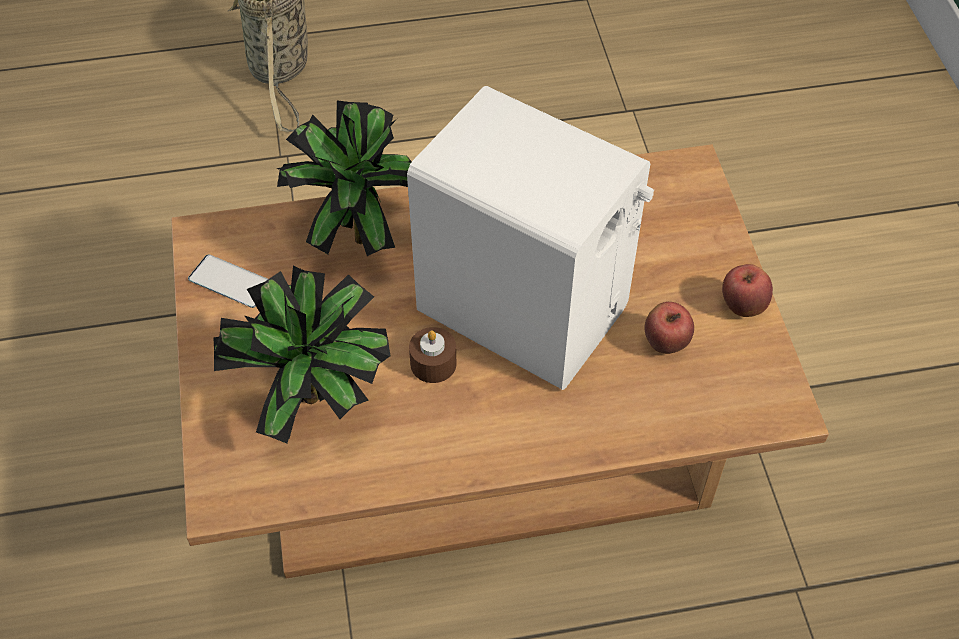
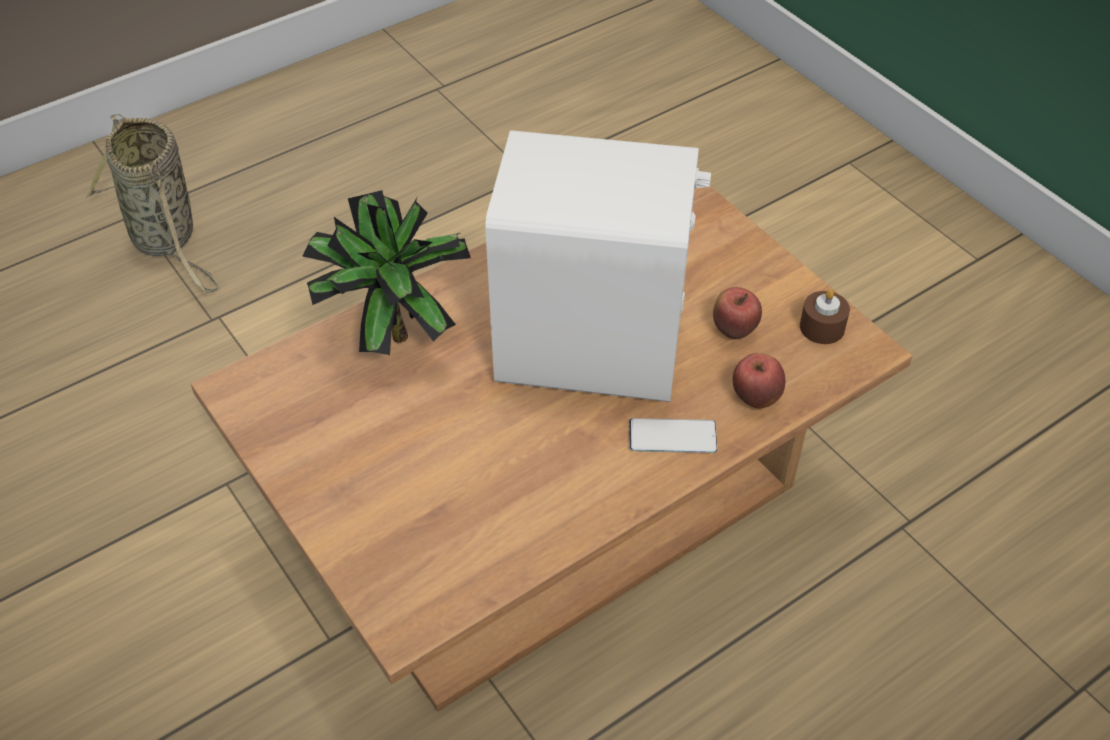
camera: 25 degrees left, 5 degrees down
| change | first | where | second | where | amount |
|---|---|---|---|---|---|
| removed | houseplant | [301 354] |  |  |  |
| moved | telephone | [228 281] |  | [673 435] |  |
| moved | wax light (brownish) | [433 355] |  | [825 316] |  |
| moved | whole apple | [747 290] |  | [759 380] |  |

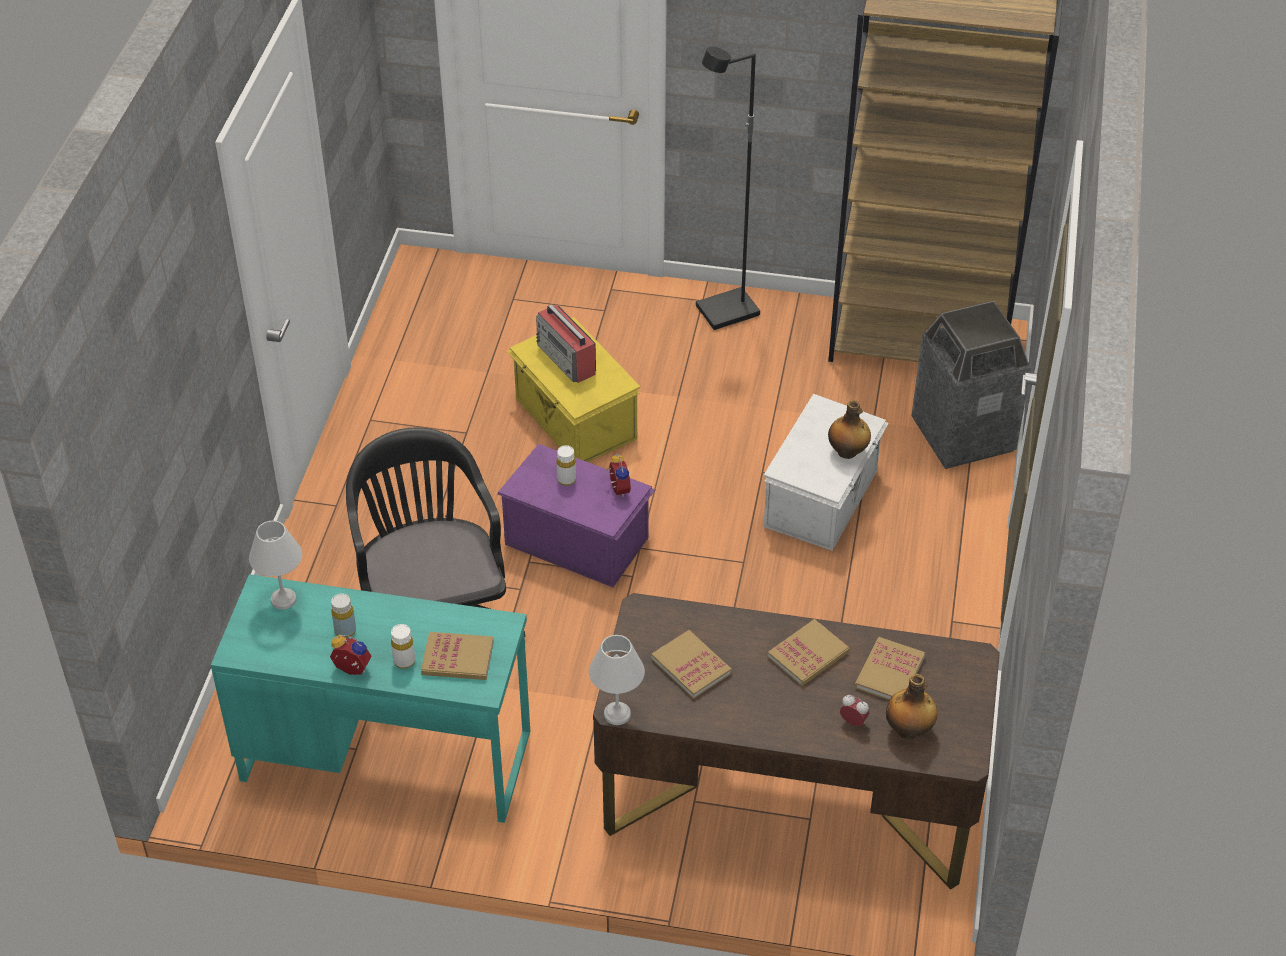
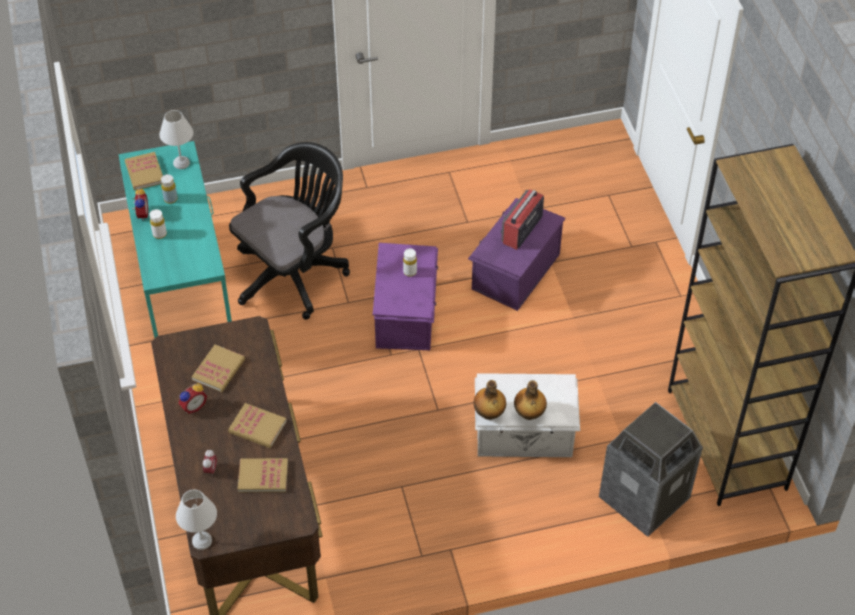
camera: 65 degrees right, 5 degrees up
| change | first | where | second | where | amount |
|---|---|---|---|---|---|
| removed | floor lamp (blackish) | [728 188] |  |  |  |
| moved | book | [457 656] |  | [143 171] |  |
| moved | table lamp (white) | [617 680] |  | [196 520] |  |
| moved | table clock | [618 475] |  | [192 398] |  |
| moved | drink bottle | [911 706] |  | [490 400] |  |
| recoloured | storage container (yellowish) | [573 389] | storage container (purple-coloured) | [517 254] |  |

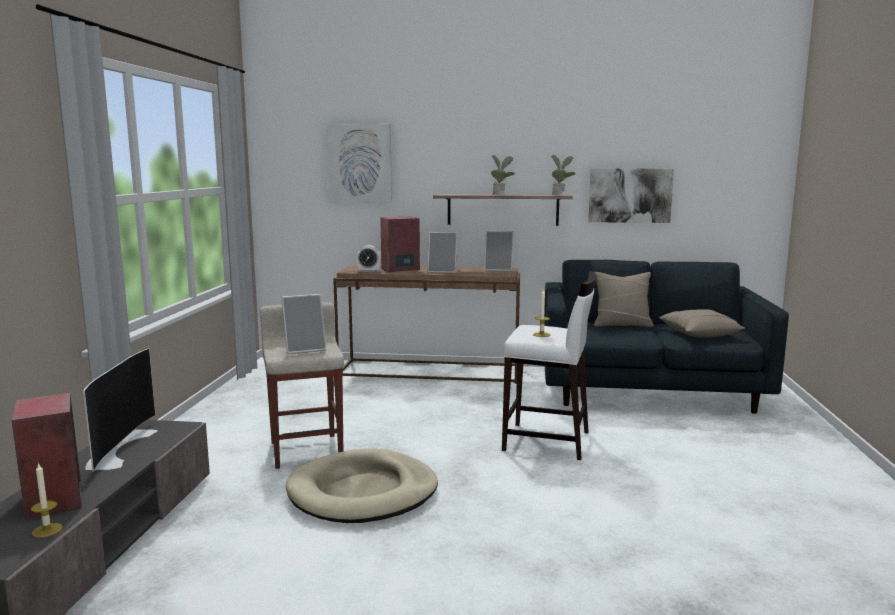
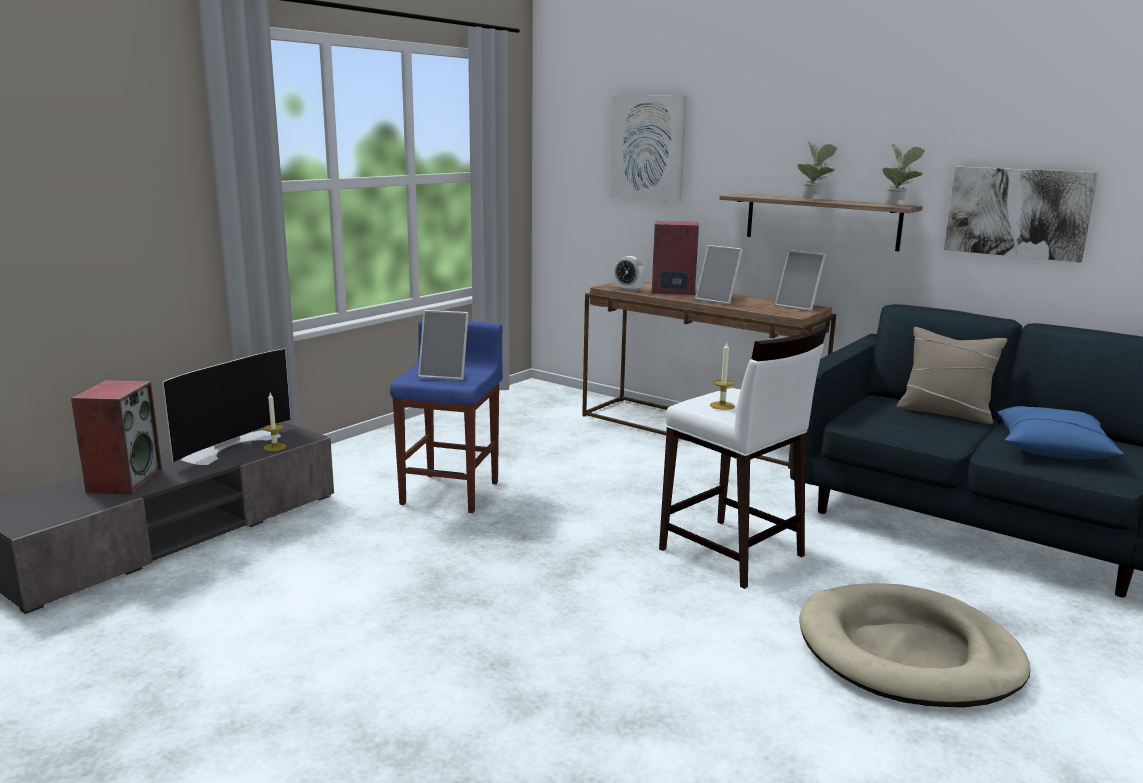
camera: 30 degrees right, 5 degrees up
| change | first | where | second | where | amount |
|---|---|---|---|---|---|
| moved | wax light | [47 500] |  | [275 422] |  |
| moved | dog cushion (beige-coloured) | [362 486] |  | [914 645] |  |
| recoloured | sitting stool (beige-coloured) | [302 385] | sitting stool (blue) | [446 416] |  |
| recoloured | cushion (beige-coloured) | [702 323] | cushion (blue) | [1060 432] |  |

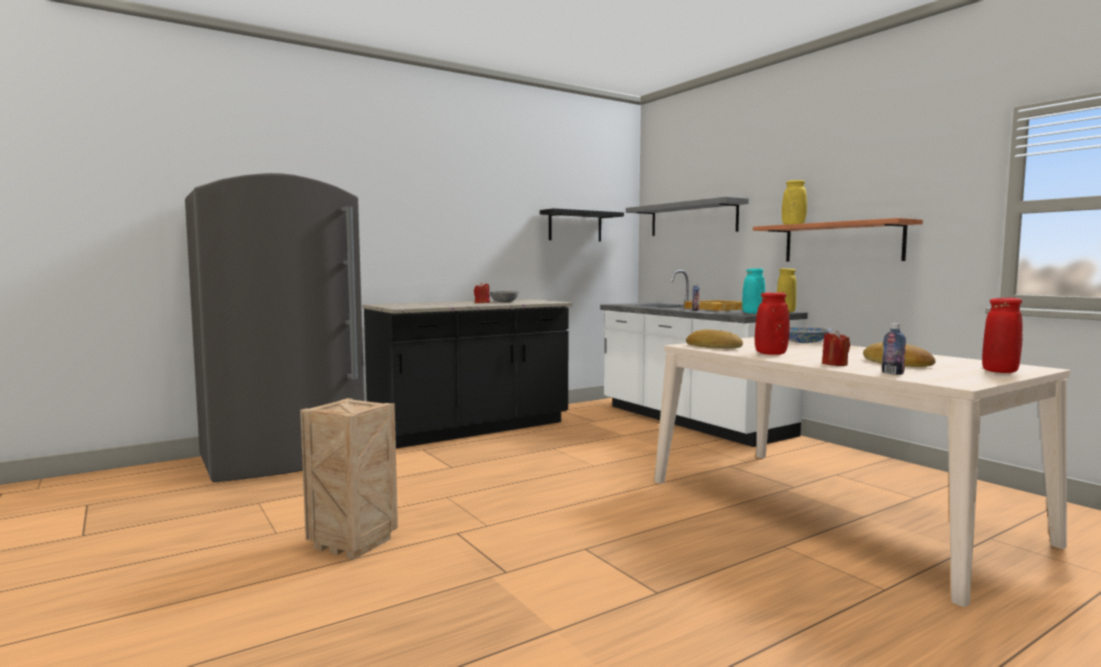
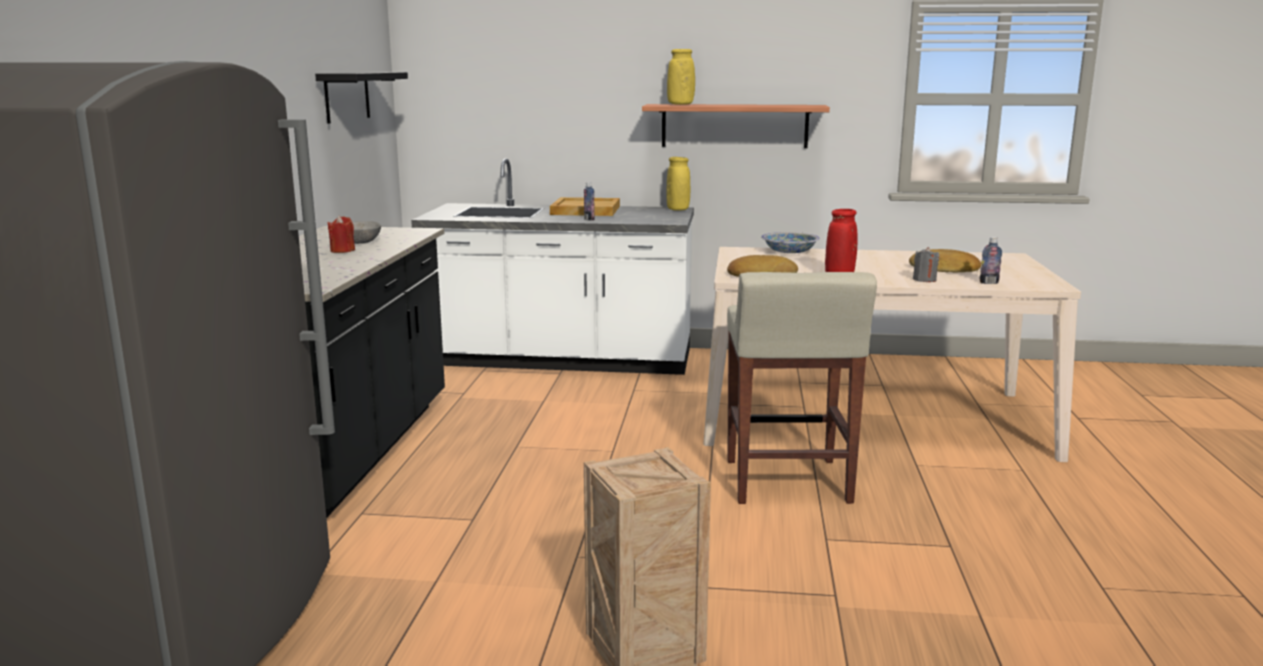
camera: 50 degrees left, 10 degrees up
| change | first | where | second | where | amount |
|---|---|---|---|---|---|
| removed | shelf (grey) | [687 216] |  |  |  |
| removed | flower vase (turquoise) | [753 291] |  |  |  |
| removed | flower vase (red-coloured) | [1002 335] |  |  |  |
| added |  |  | sitting stool (beige-coloured) | [802 388] |  |
| recoloured | wax light (red-coloured) | [836 348] | wax light (grey) | [926 264] |  |

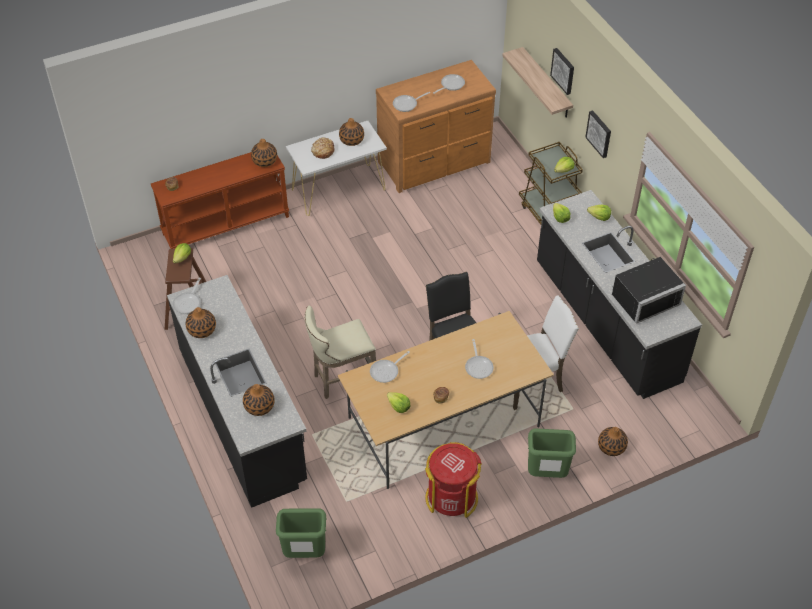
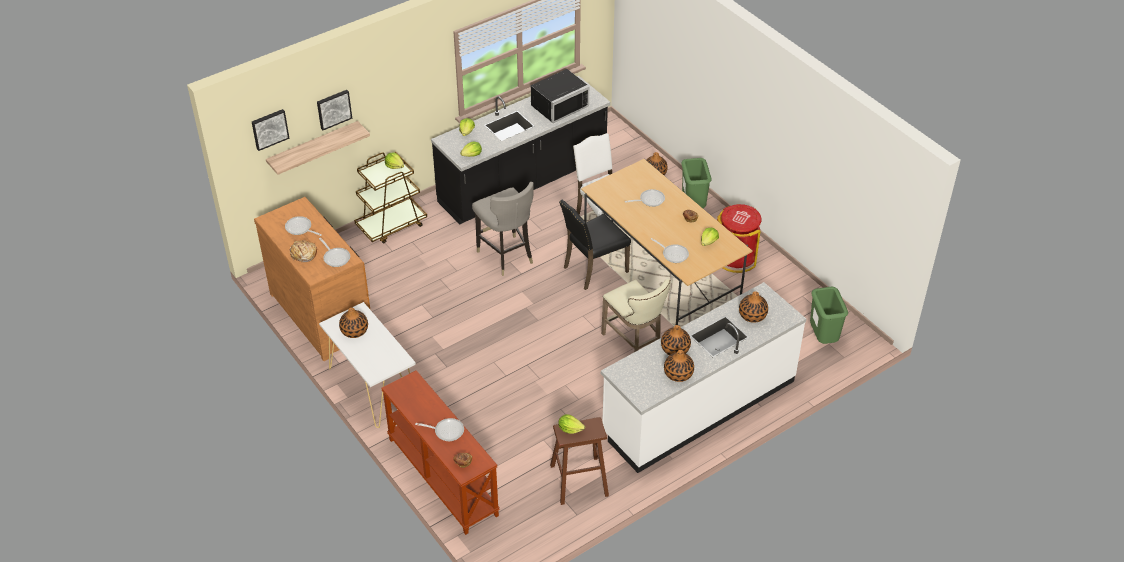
camera: 100 degrees left, 5 degrees down
| change | first | where | second | where | amount |
|---|---|---|---|---|---|
| added |  |  | sitting stool (grey) | [503 229] |  |
| moved | frying pan | [187 296] |  | [439 429] |  |
| moved | flower vase | [264 153] |  | [676 340] |  |
| moved | baked bread | [323 148] |  | [303 251] |  |
| moved | wall picture | [598 134] |  | [271 130] |  |
| recoloured | counter (blackish) | [237 391] | counter (white) | [703 377] |  |
| turned | microwave (blackish) | [649 290] |  | [560 96] | 90 degrees clockwise |

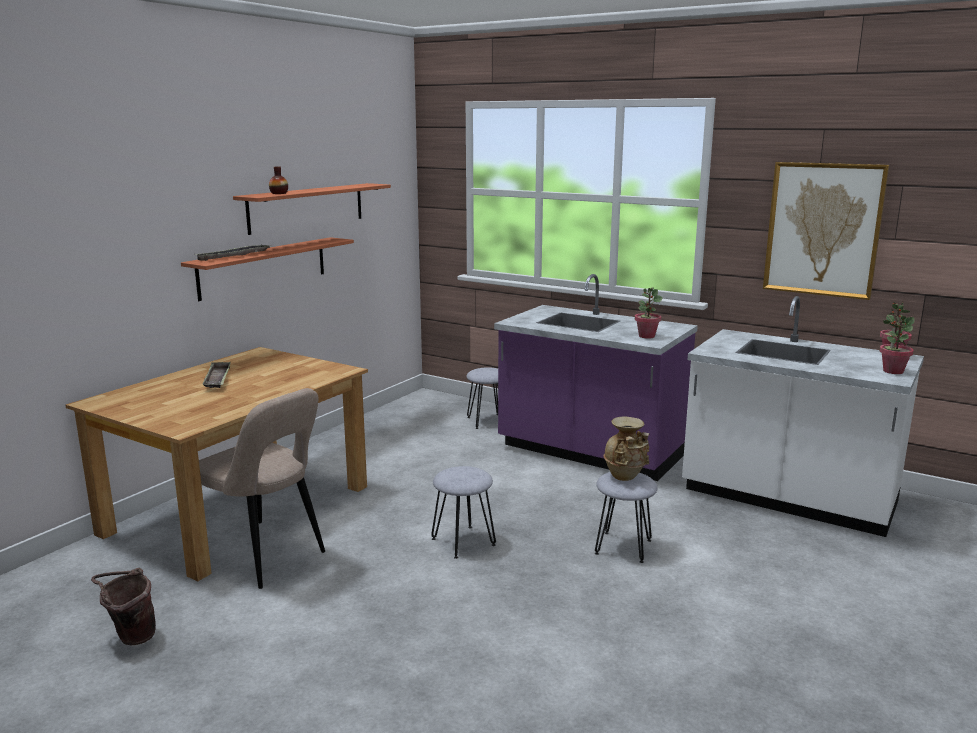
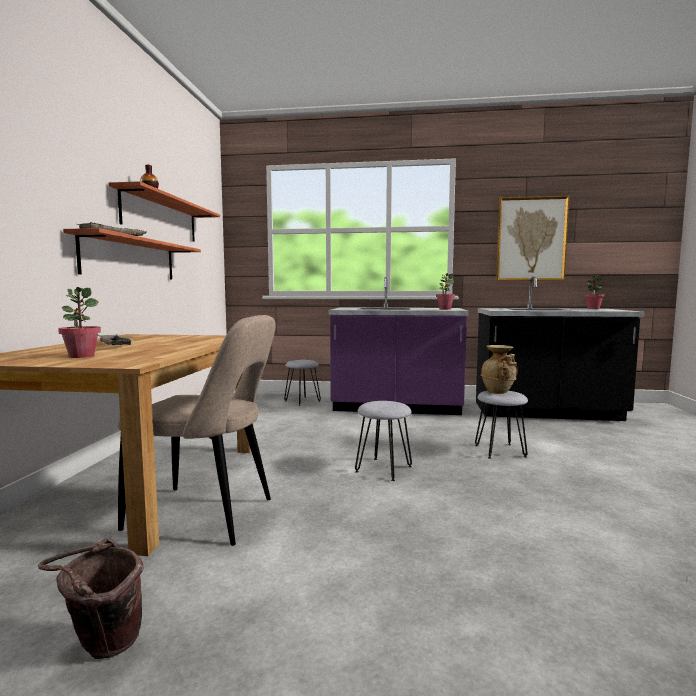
camera: 25 degrees left, 10 degrees down
| change | first | where | second | where | amount |
|---|---|---|---|---|---|
| moved | houseplant | [897 344] |  | [79 322] |  |
| recoloured | counter (white) | [803 416] | counter (blackish) | [560 348] |  |

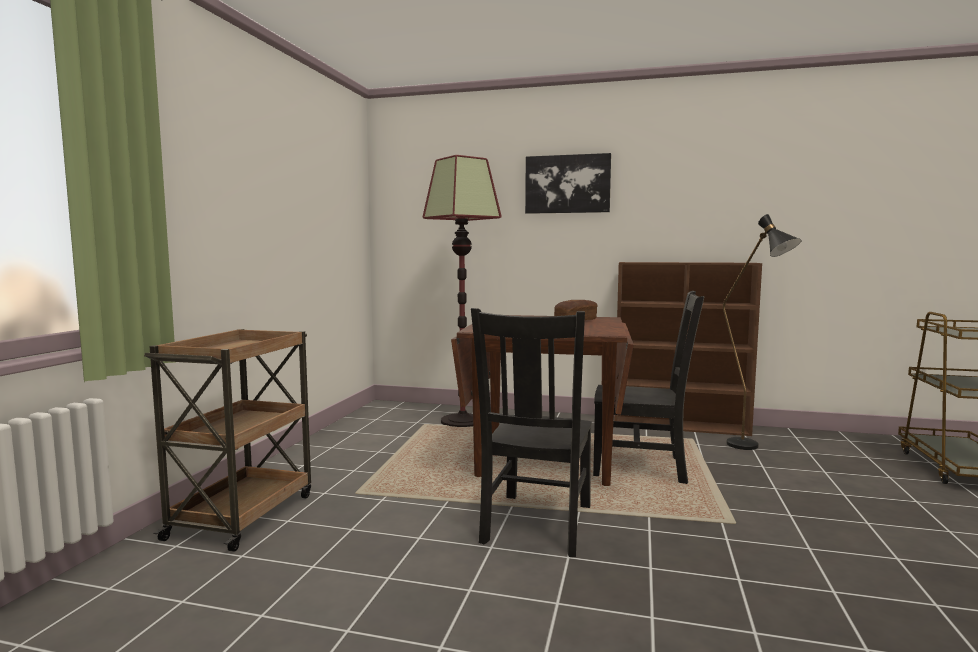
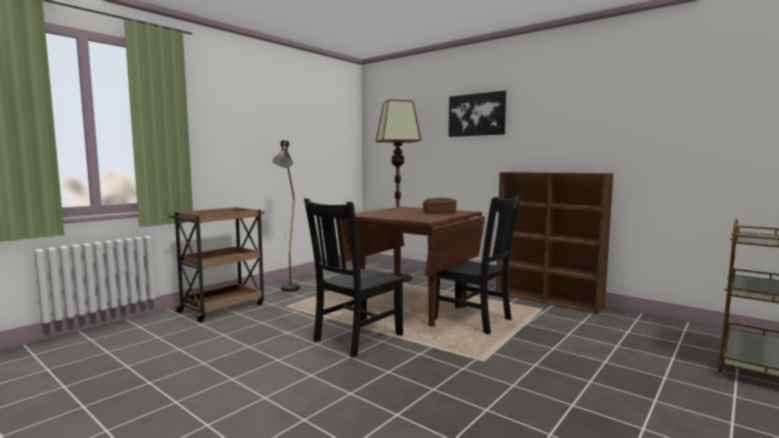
camera: 25 degrees right, 0 degrees up
| change | first | where | second | where | amount |
|---|---|---|---|---|---|
| moved | floor lamp (blackish) | [762 332] |  | [286 216] |  |

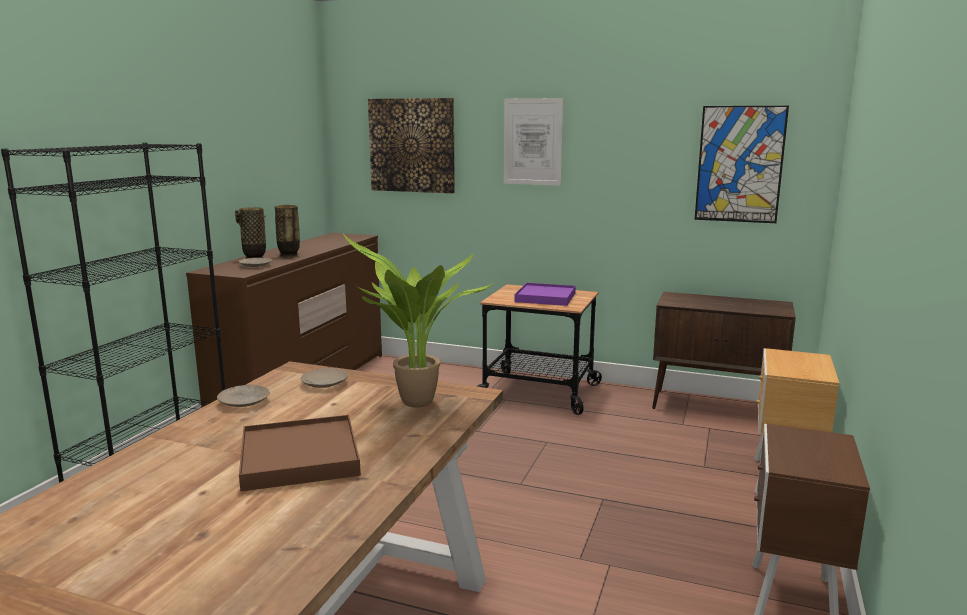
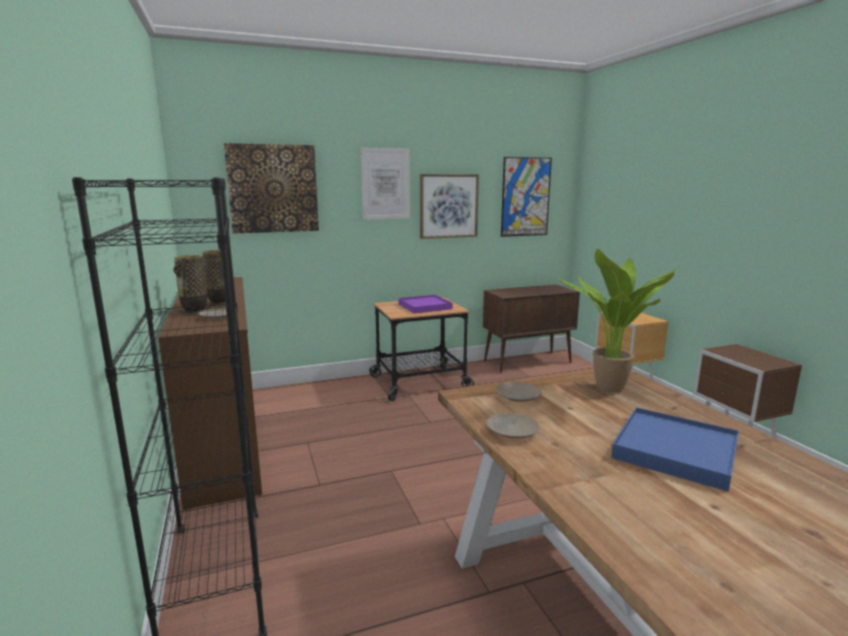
camera: 40 degrees left, 0 degrees up
| change | first | where | second | where | amount |
|---|---|---|---|---|---|
| added |  |  | wall picture | [449 206] |  |
| recoloured | carrying tray (brownish) | [300 453] | carrying tray (blue) | [675 449] |  |

